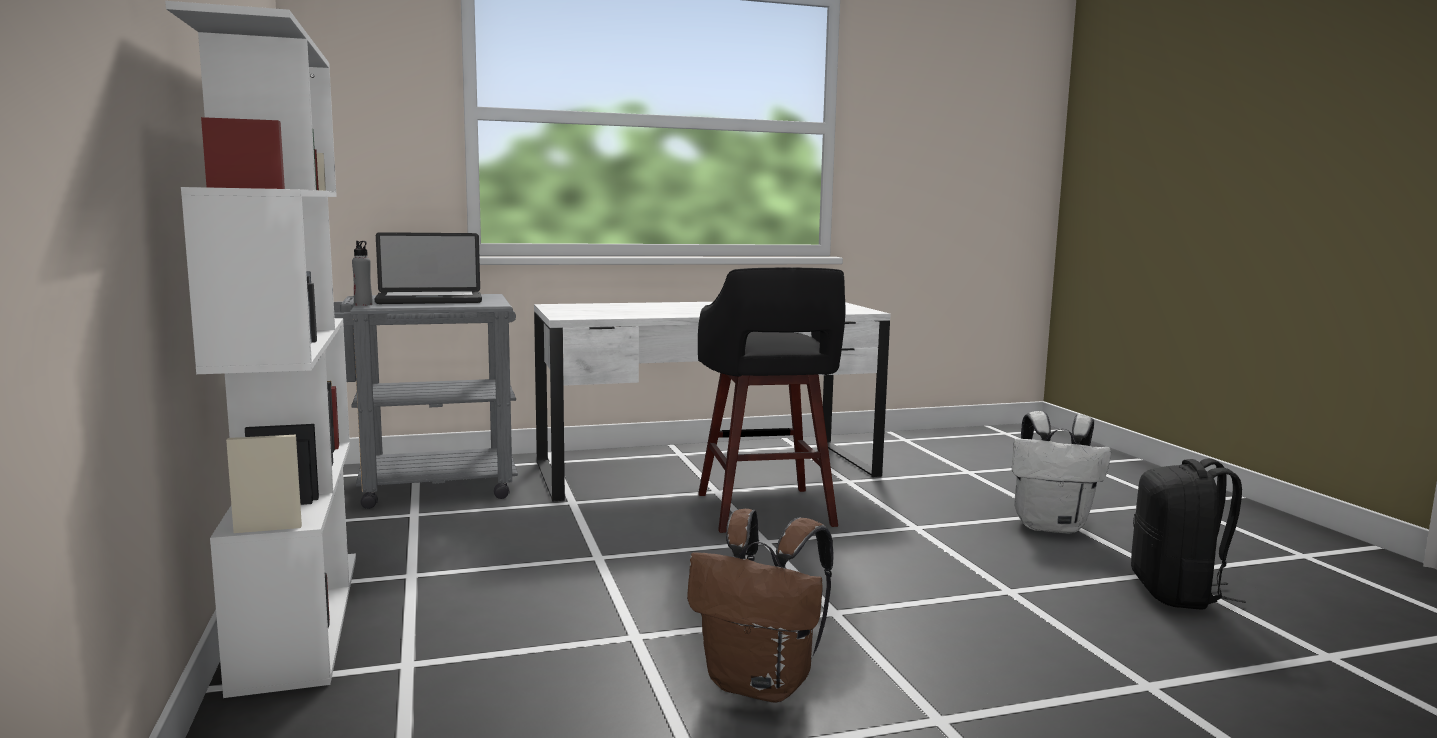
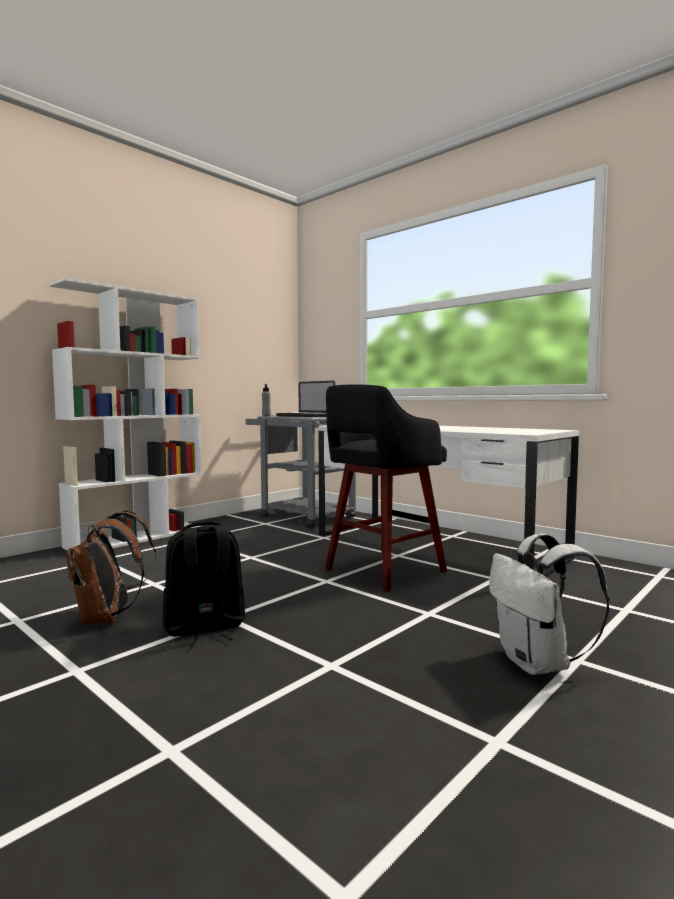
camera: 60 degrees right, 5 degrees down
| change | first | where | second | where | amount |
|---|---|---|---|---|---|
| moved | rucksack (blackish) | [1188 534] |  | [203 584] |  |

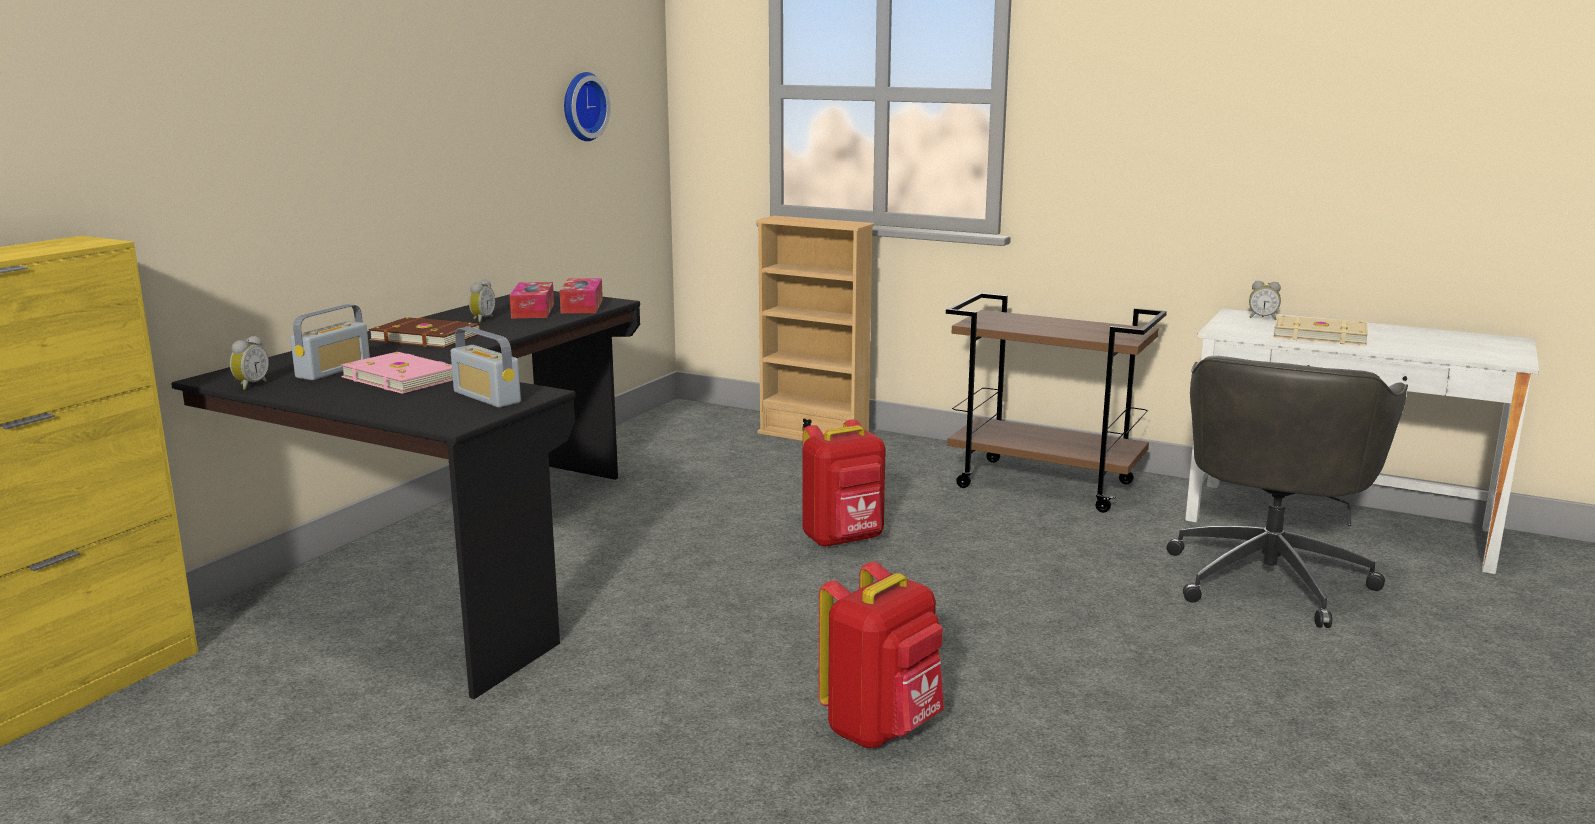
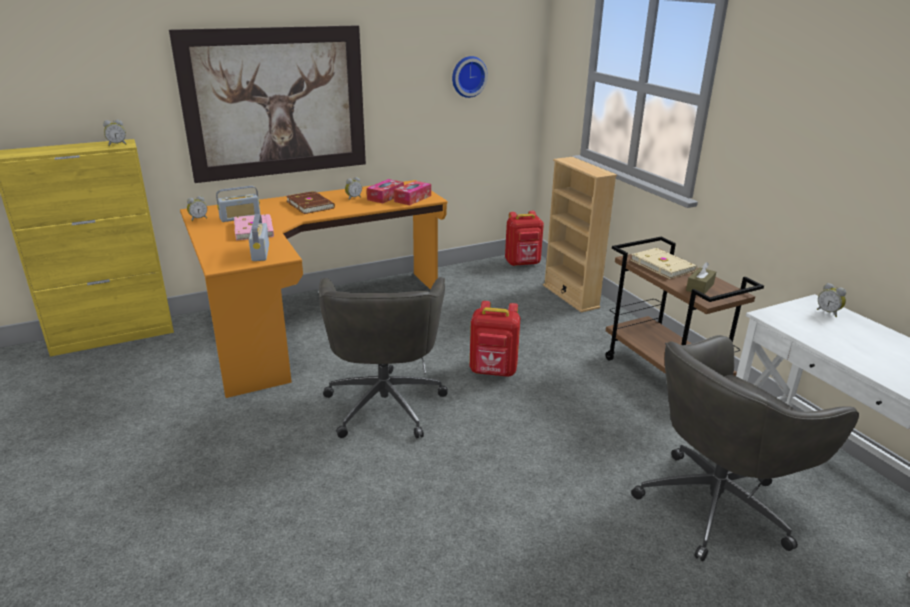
camera: 35 degrees right, 10 degrees up
| change | first | where | second | where | amount |
|---|---|---|---|---|---|
| added |  |  | table clock | [114 133] |  |
| added |  |  | wall picture | [267 104] |  |
| added |  |  | office chair (grey) | [383 357] |  |
| added |  |  | box of tissues (brownish) | [701 278] |  |
| moved | rucksack (red-coloured) | [881 654] |  | [524 238] |  |
| moved | book (beige-coloured) | [1320 330] |  | [664 263] |  |
| recoloured | desk table (blackish) | [405 495] | desk table (orange) | [314 289] |  |

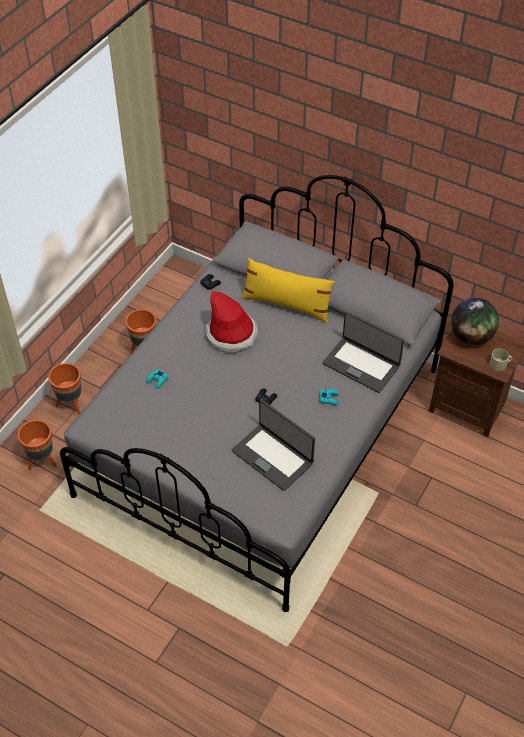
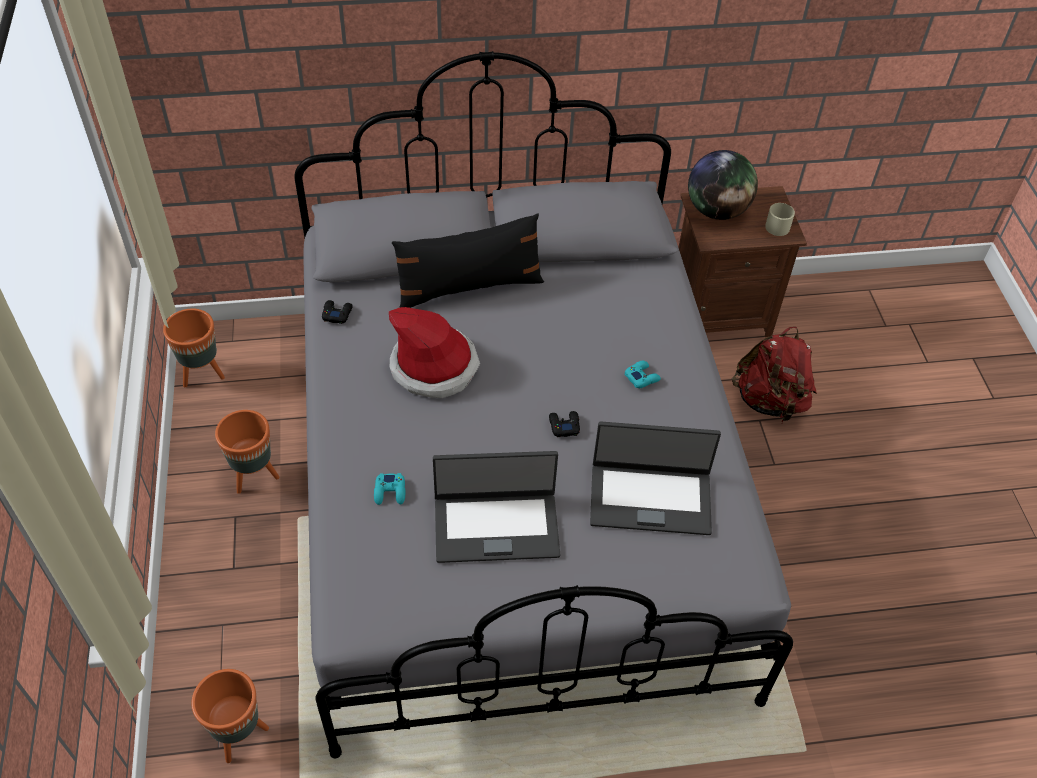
camera: 40 degrees left, 0 degrees up
| change | first | where | second | where | amount |
|---|---|---|---|---|---|
| added |  |  | rucksack (red-coloured) | [774 375] |  |
| moved | plant pot (orange) | [64 388] |  | [194 347] |  |
| moved | notebook computer | [363 352] |  | [496 507] |  |
| recoloured | cushion (yellowish) | [288 290] | cushion (blackish) | [468 260] |  |

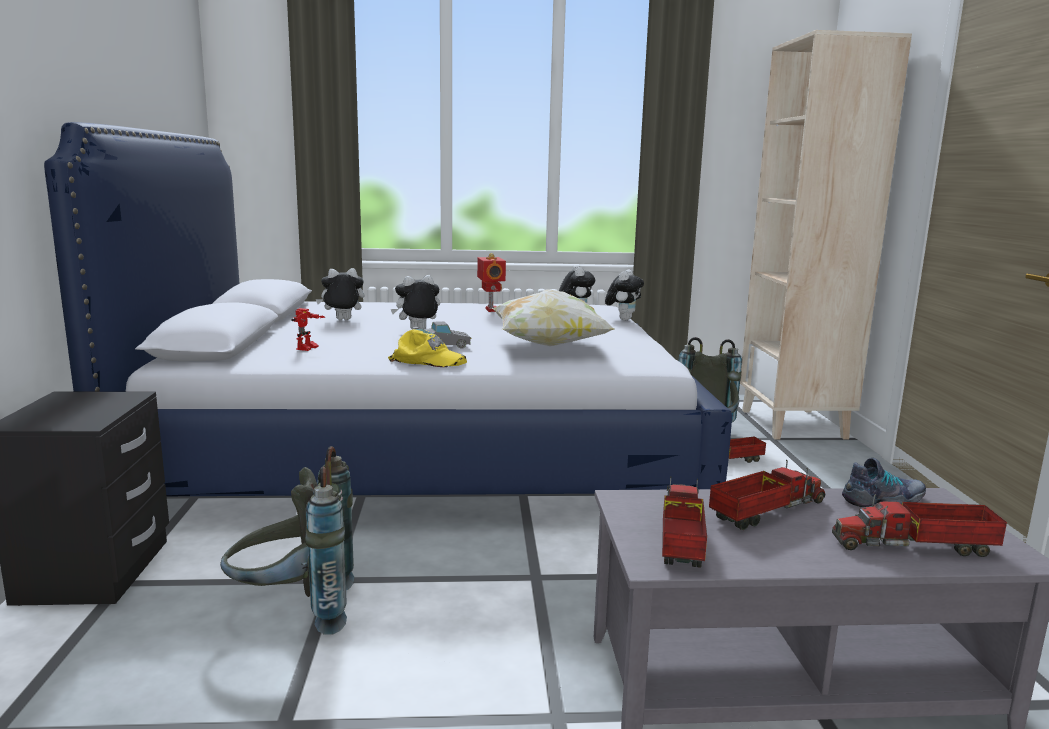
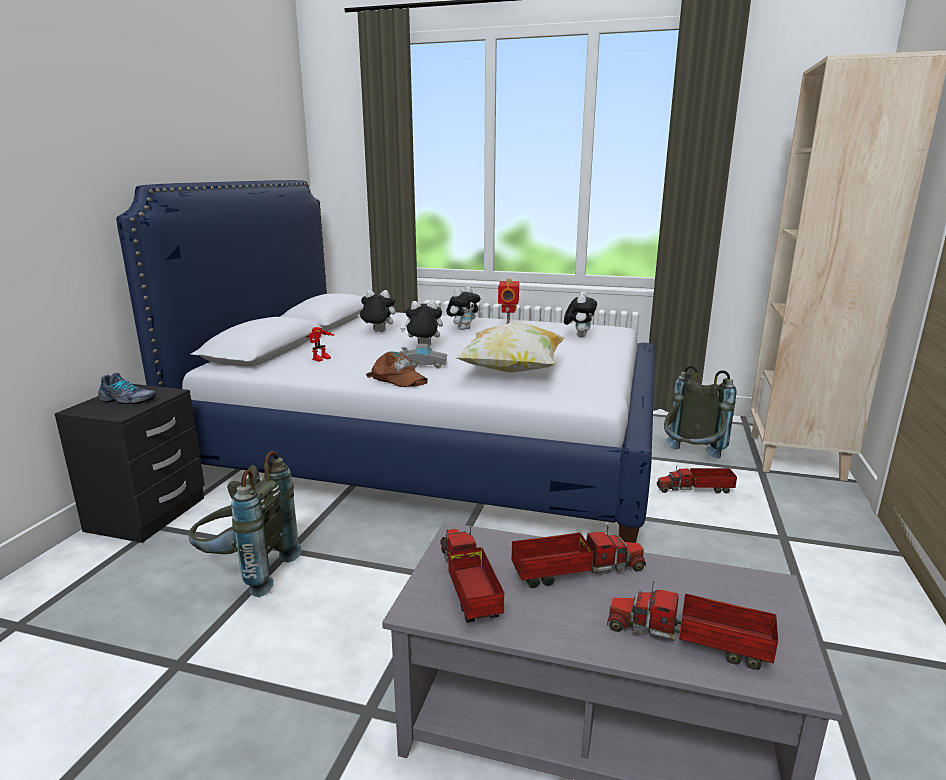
camera: 20 degrees right, 5 degrees up
| change | first | where | second | where | amount |
|---|---|---|---|---|---|
| moved | soft toy | [624 295] |  | [464 308] |  |
| moved | shoe | [884 482] |  | [127 388] |  |
| recoloured | baseball cap (yellowish) | [427 348] | baseball cap (brownish) | [397 369] |  |
| turned | toy truck | [684 522] |  | [472 575] | 45 degrees counterclockwise |

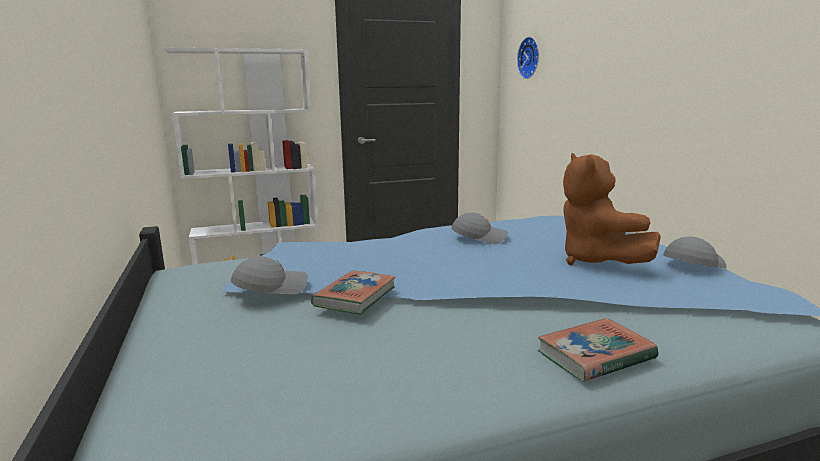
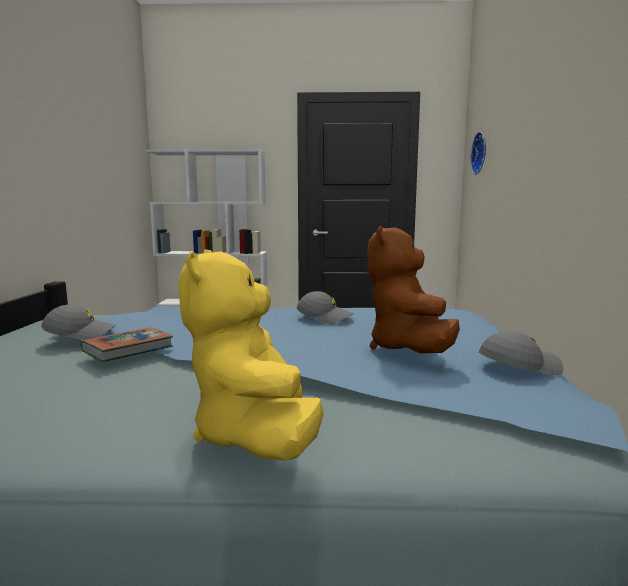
camera: 20 degrees right, 5 degrees down
| change | first | where | second | where | amount |
|---|---|---|---|---|---|
| replaced | book | [598 350] | soft toy (yellowish) | [251 355] |  |

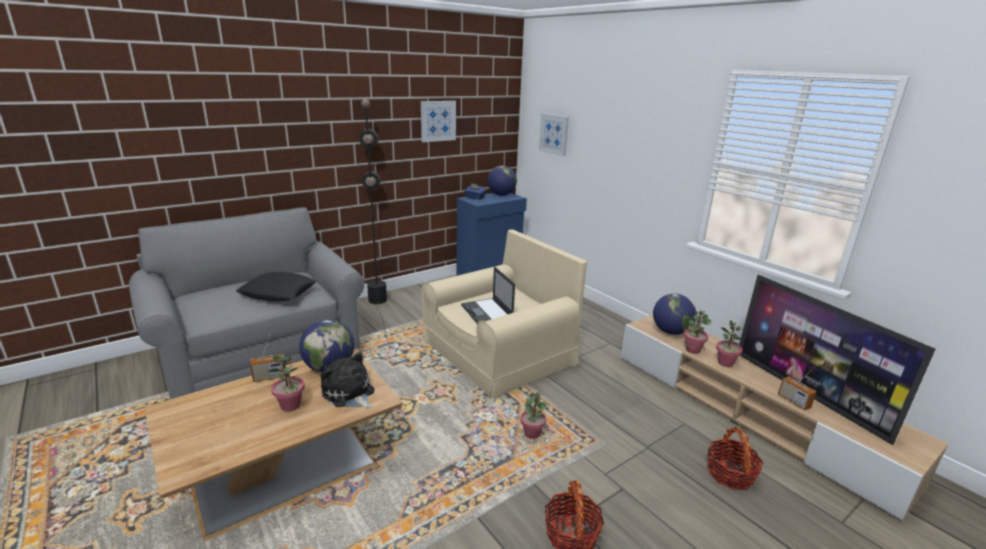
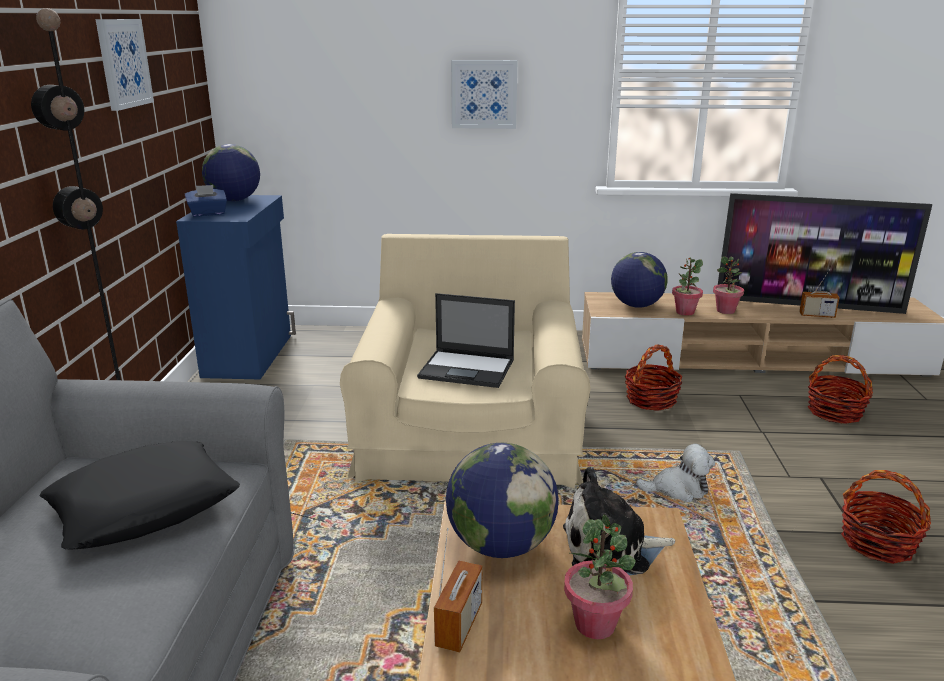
camera: 50 degrees left, 0 degrees up
| change | first | where | second | where | amount |
|---|---|---|---|---|---|
| added |  |  | storage basket | [654 377] |  |
| moved | wall picture | [554 134] |  | [484 94] |  |
| replaced | houseplant | [533 415] | soft toy | [675 472] |  |

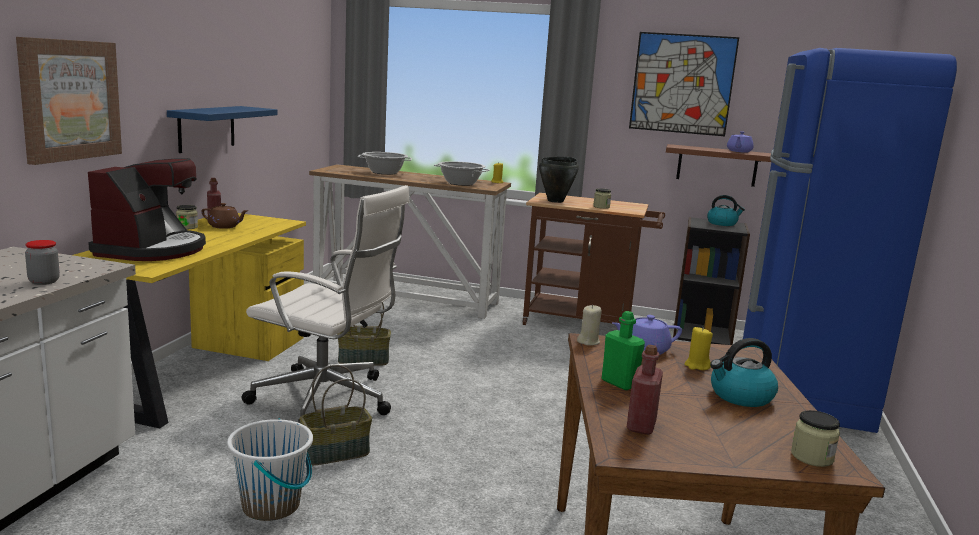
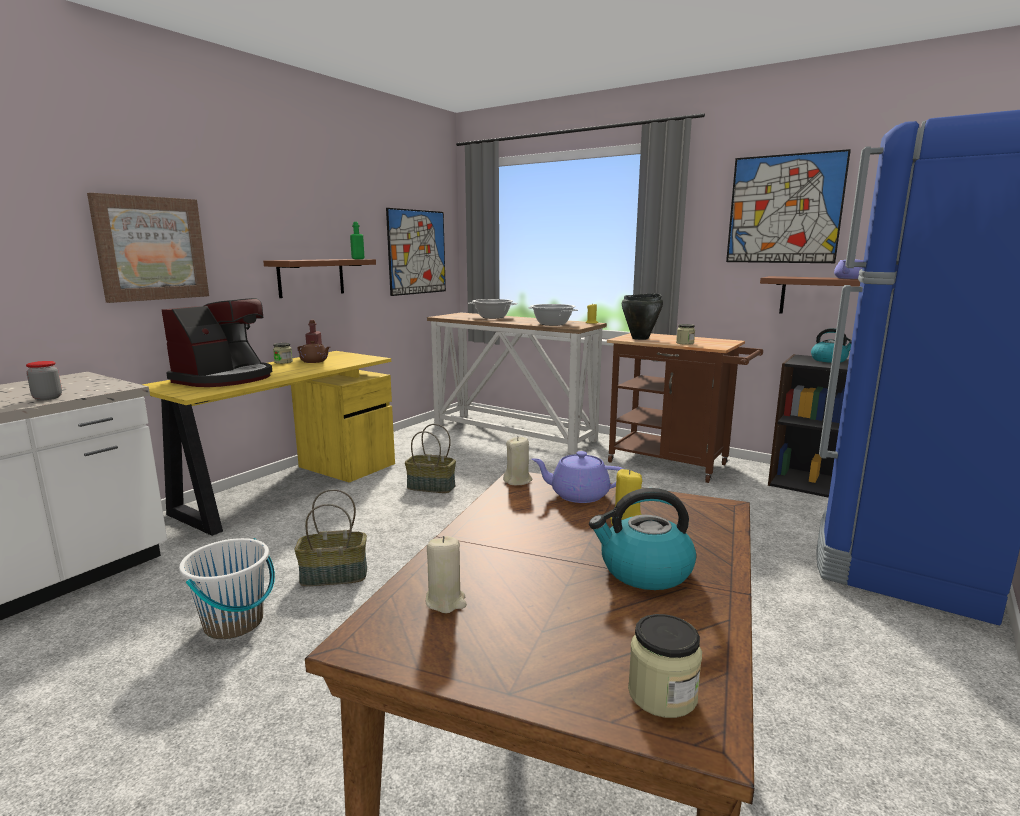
camera: 20 degrees right, 0 degrees up
| change | first | where | second | where | amount |
|---|---|---|---|---|---|
| removed | office chair (white) | [325 304] |  |  |  |
| added |  |  | wall picture | [416 252] |  |
| moved | drink bottle (green) | [623 350] |  | [357 240] |  |
| replaced | drink bottle (red-coloured) | [644 390] | wax light (beige-coloured) | [446 574] |  |
| recoloured | shelf (blue) | [222 129] | shelf (brownish) | [319 278] |  |

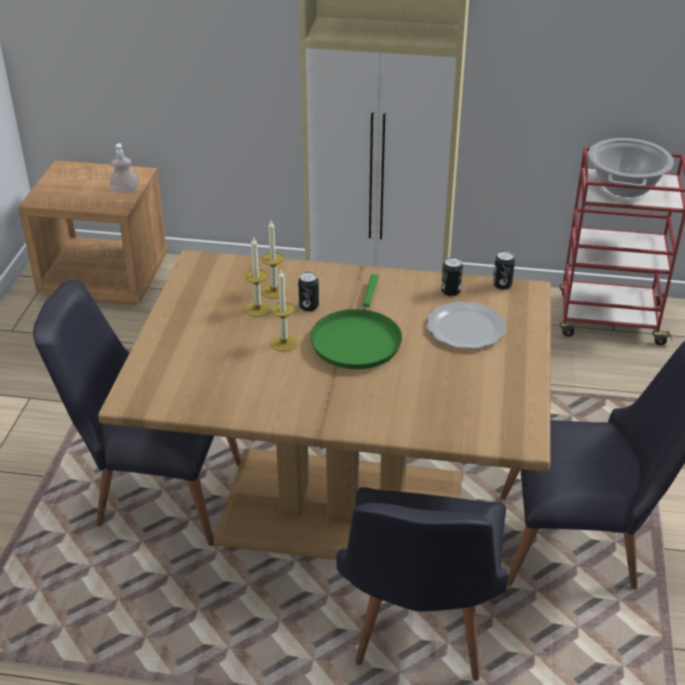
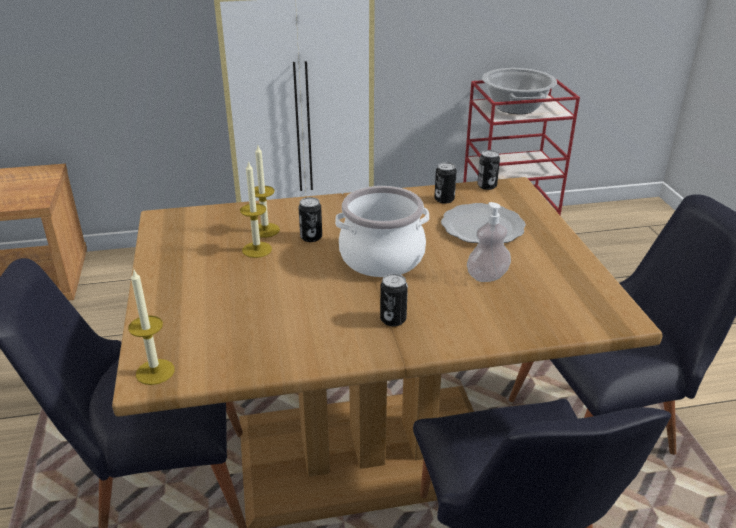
camera: 20 degrees left, 5 degrees down
| change | first | where | second | where | amount |
|---|---|---|---|---|---|
| added |  |  | can | [394 300] |  |
| moved | soap dispenser | [123 168] |  | [489 242] |  |
| moved | wax light | [284 311] |  | [151 327] |  |
| replaced | frying pan (green) | [356 321] | stockpot | [382 231] |  |

